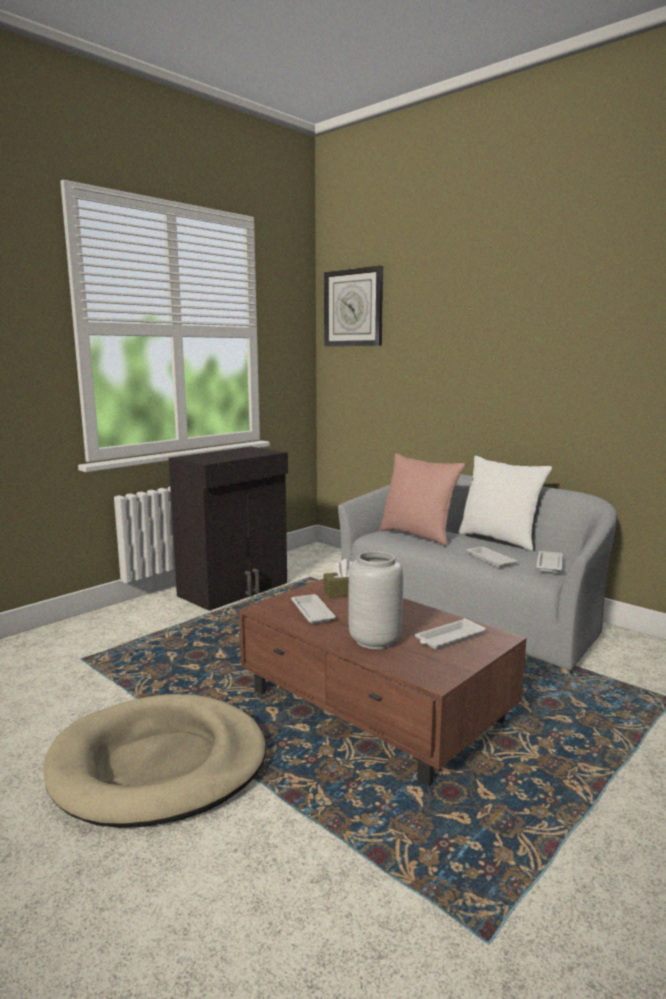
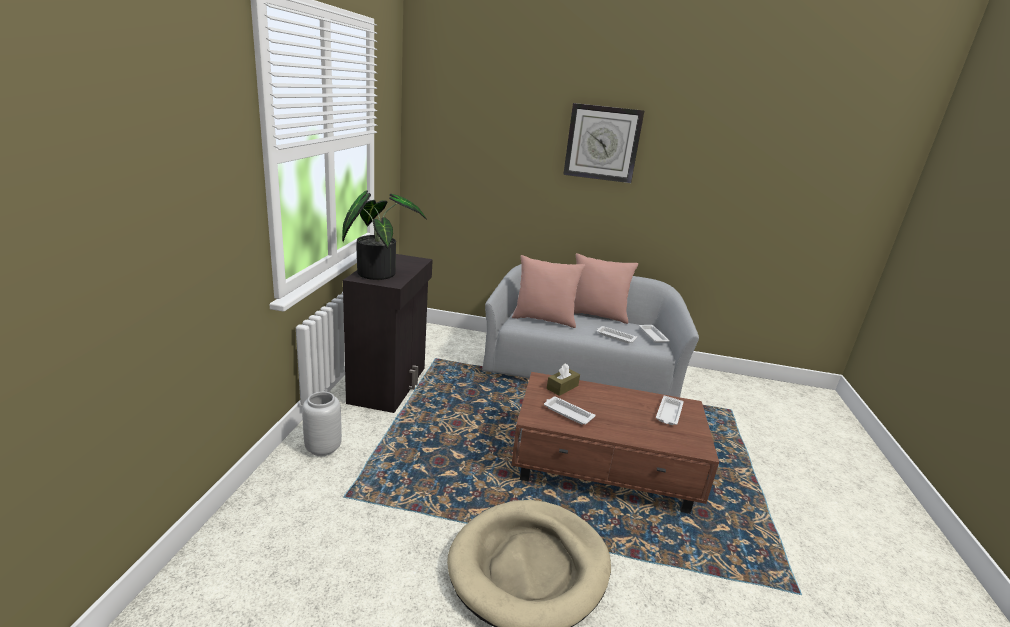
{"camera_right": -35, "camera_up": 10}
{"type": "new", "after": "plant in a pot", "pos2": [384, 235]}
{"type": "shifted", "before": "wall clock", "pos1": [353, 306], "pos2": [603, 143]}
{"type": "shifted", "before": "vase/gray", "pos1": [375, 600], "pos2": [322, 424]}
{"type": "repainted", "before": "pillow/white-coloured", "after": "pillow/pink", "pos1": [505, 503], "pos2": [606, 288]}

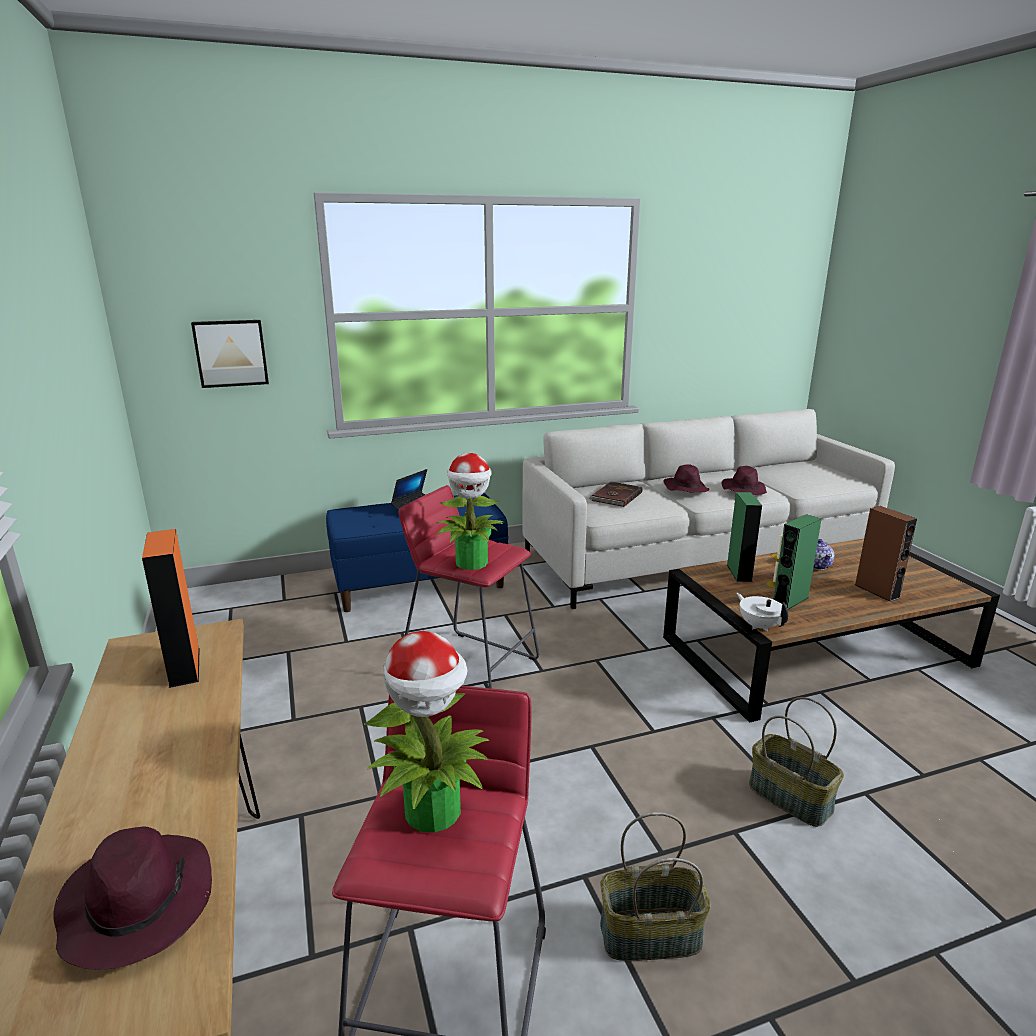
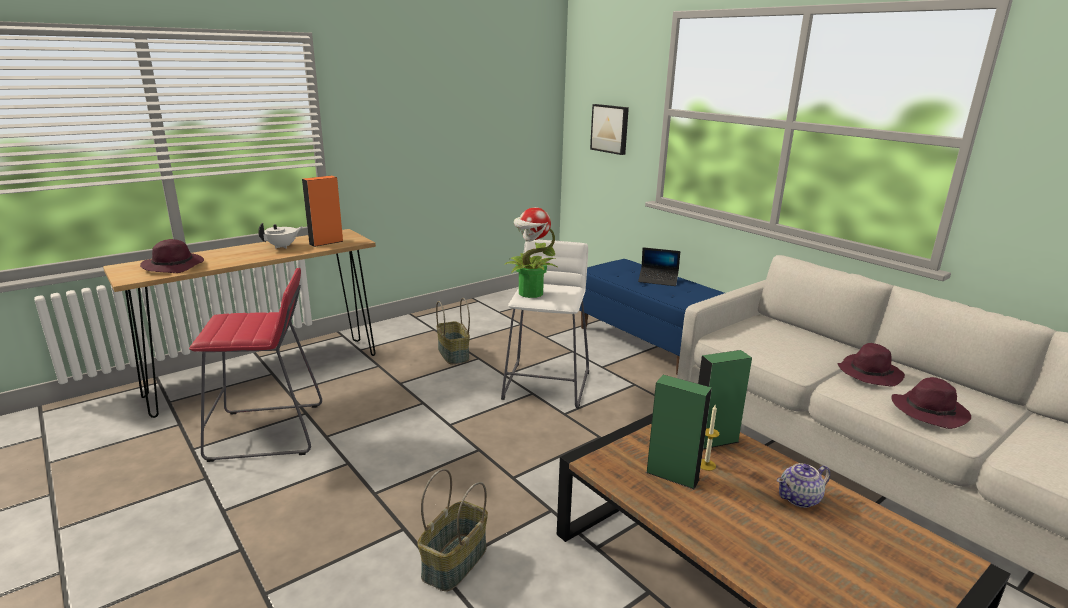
{"camera_right": 70, "camera_up": 0}
{"type": "gone", "before": "plant in a pot", "pos1": [426, 731]}
{"type": "gone", "before": "bound book/brownish", "pos1": [615, 494]}
{"type": "gone", "before": "audio speaker/brownish", "pos1": [886, 554]}
{"type": "shifted", "before": "storage basket", "pos1": [655, 886], "pos2": [453, 331]}
{"type": "shifted", "before": "pot for tea/white-coloured", "pos1": [762, 612], "pos2": [280, 236]}
{"type": "repainted", "before": "stool seat/red", "after": "stool seat/white-coloured", "pos1": [468, 587], "pos2": [545, 324]}

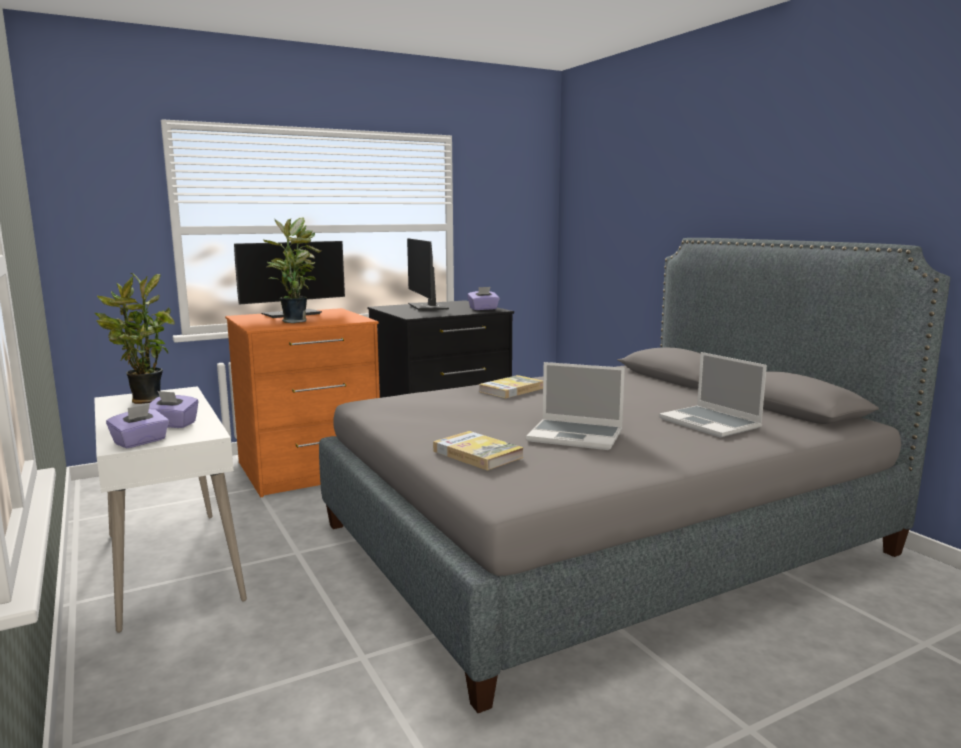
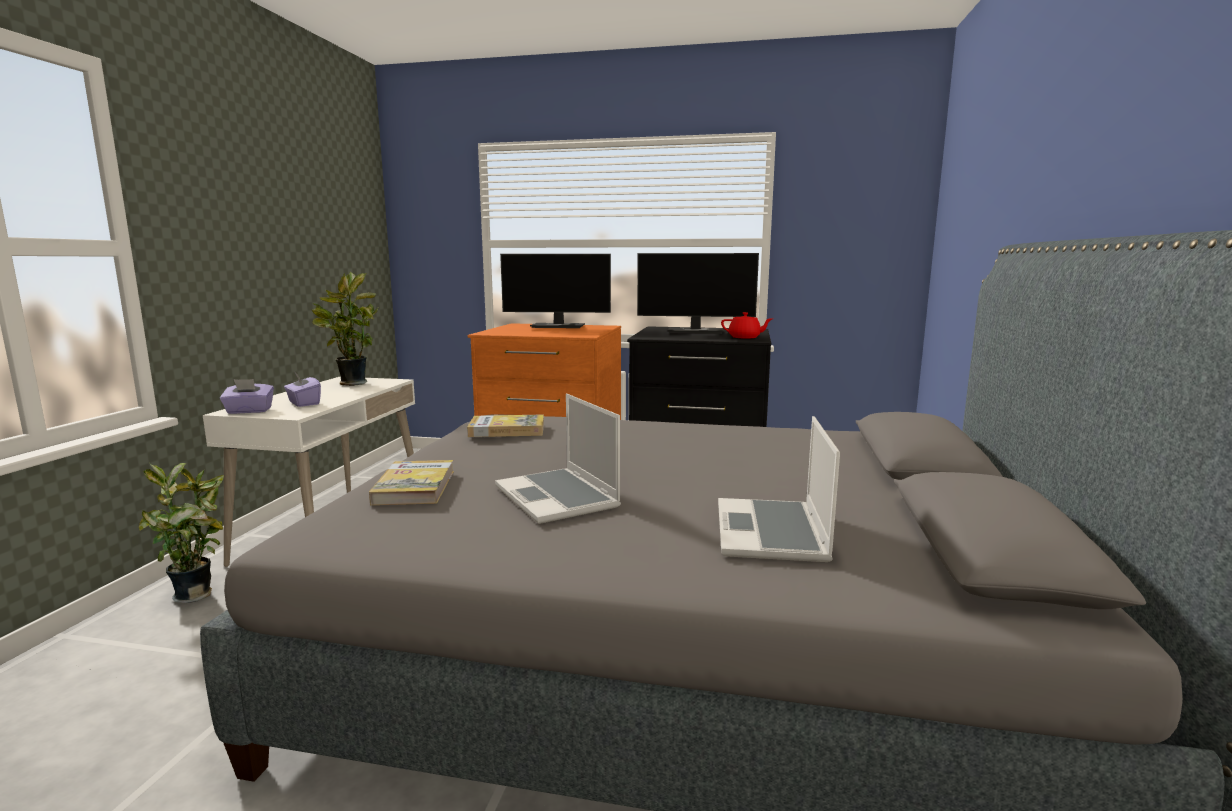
{"camera_right": 40, "camera_up": 0}
{"type": "shifted", "before": "plant in a pot", "pos1": [292, 270], "pos2": [181, 533]}
{"type": "shifted", "before": "bound book", "pos1": [511, 386], "pos2": [505, 425]}
{"type": "swapped", "before": "tissue box/purple-coloured", "after": "pot for tea/red", "pos1": [483, 298], "pos2": [746, 325]}
{"type": "rotated", "before": "computer display", "pos1": [428, 274], "pos2": [698, 293], "turn": -105}

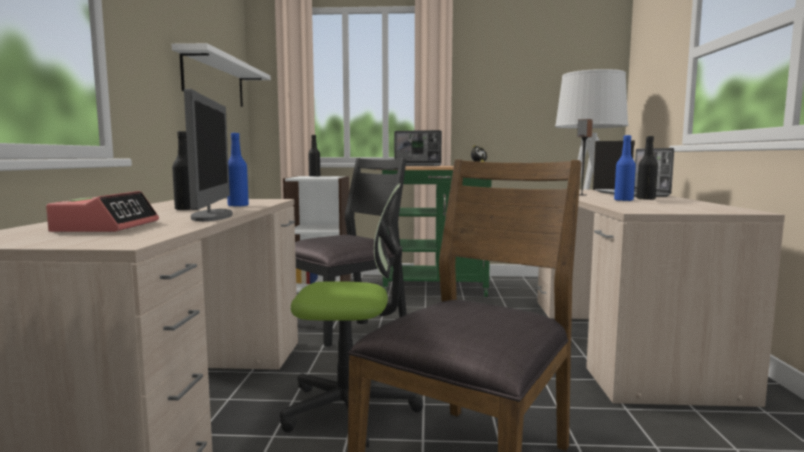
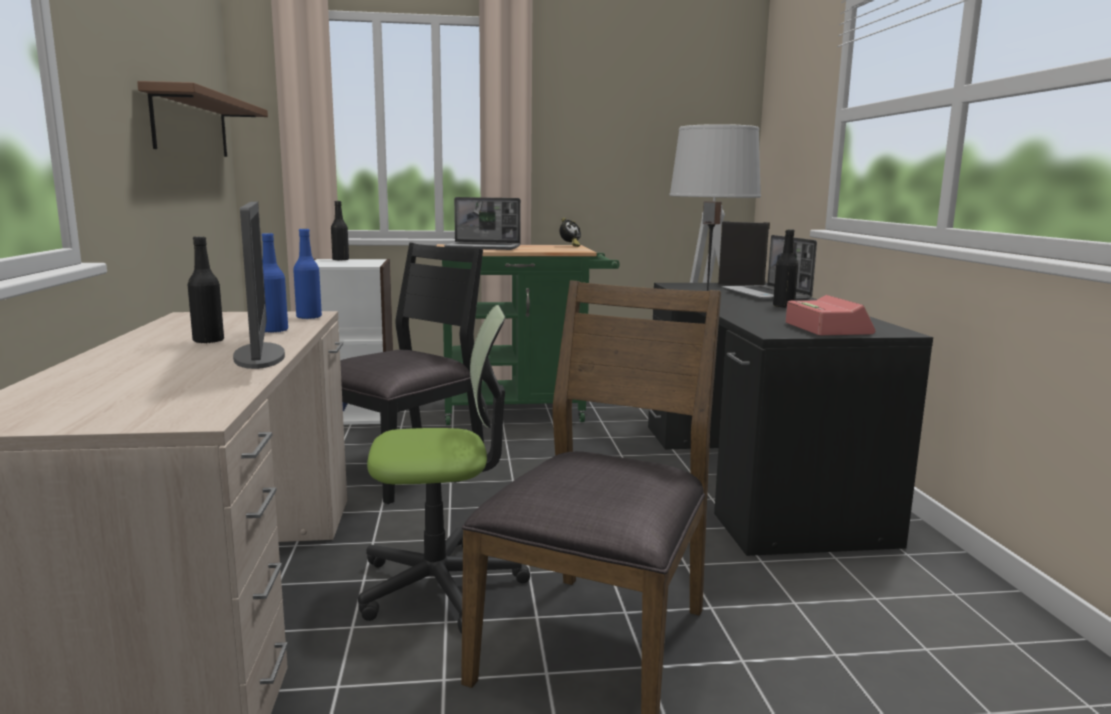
{"camera_right": -10, "camera_up": 5}
{"type": "shifted", "before": "bedside clock", "pos1": [102, 211], "pos2": [830, 315]}
{"type": "shifted", "before": "bottle/blue", "pos1": [625, 168], "pos2": [307, 274]}
{"type": "repainted", "before": "wall shelf/white-coloured", "after": "wall shelf/brownish", "pos1": [221, 75], "pos2": [202, 119]}
{"type": "repainted", "before": "desk unit/beige", "after": "desk unit/blackish", "pos1": [661, 298], "pos2": [790, 419]}

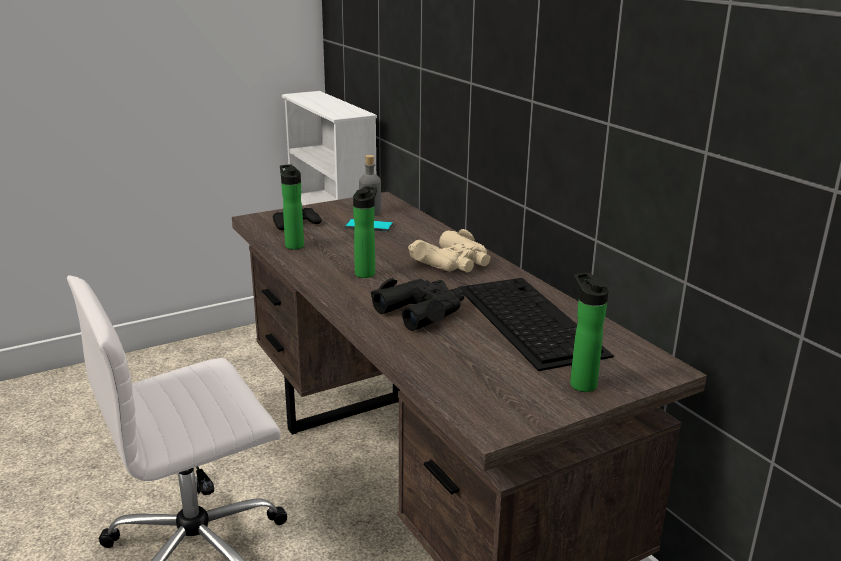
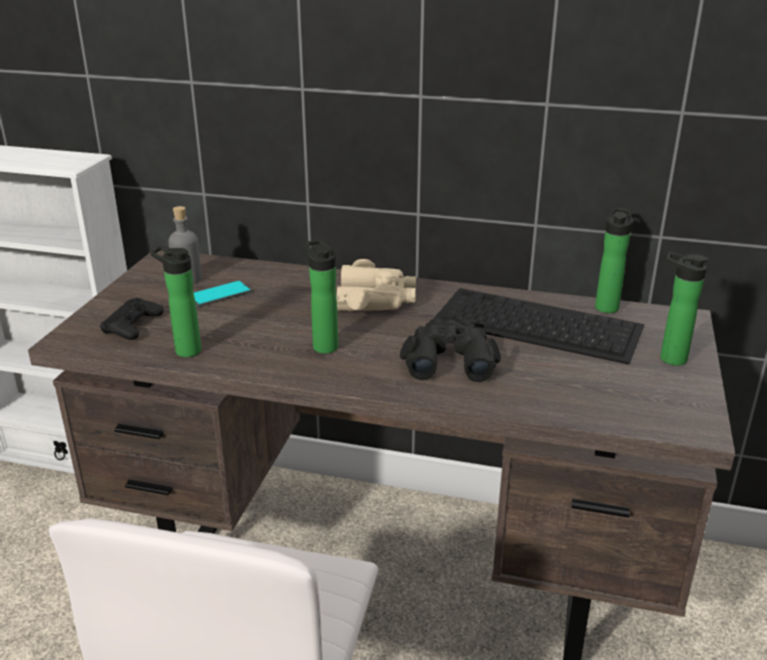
{"camera_right": -45, "camera_up": 5}
{"type": "new", "after": "bottle", "pos2": [613, 260]}

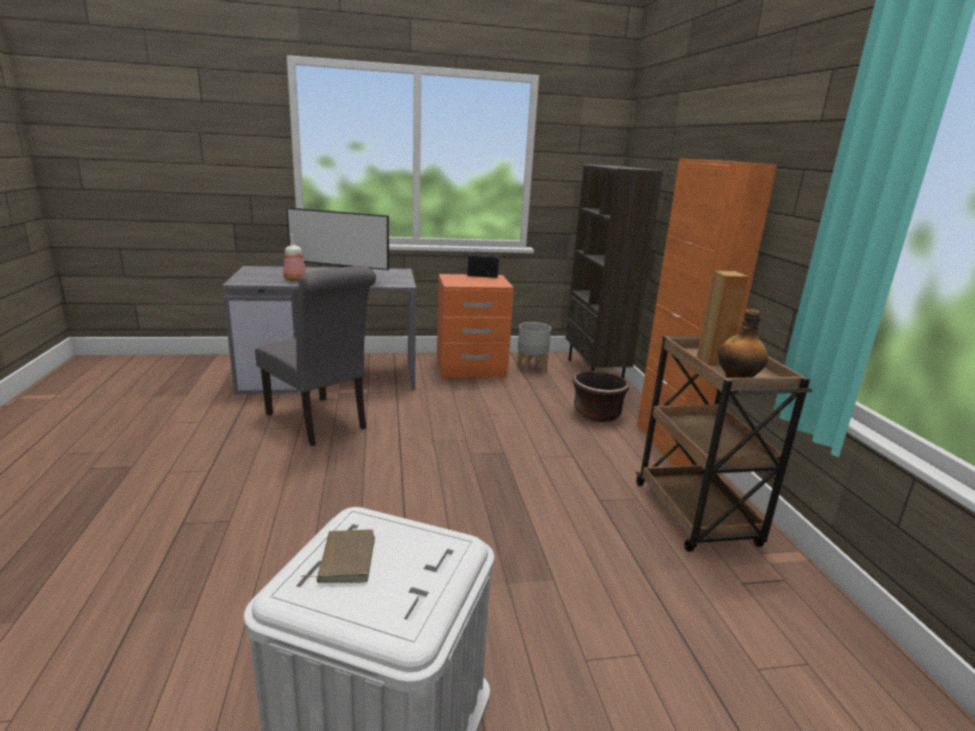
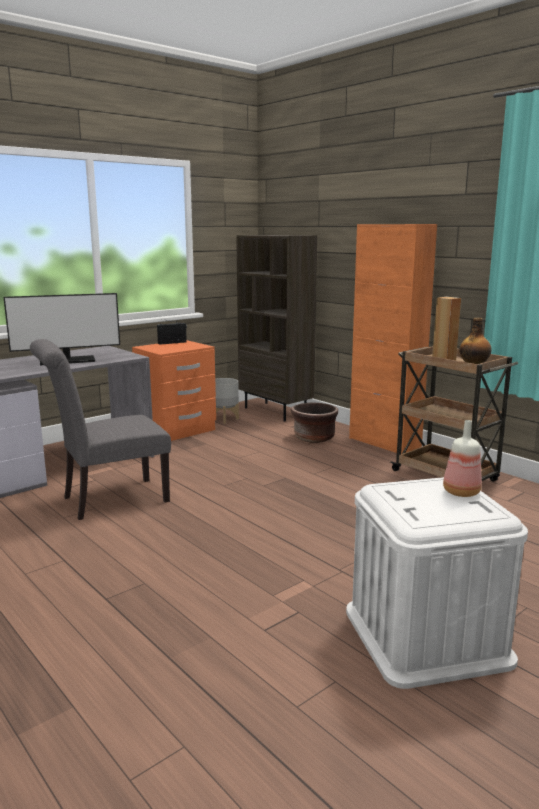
{"camera_right": -30, "camera_up": -5}
{"type": "gone", "before": "bound book/brownish", "pos1": [338, 556]}
{"type": "shifted", "before": "bottle", "pos1": [294, 257], "pos2": [462, 458]}
{"type": "rotated", "before": "plain chair/gray", "pos1": [315, 356], "pos2": [100, 429], "turn": 135}

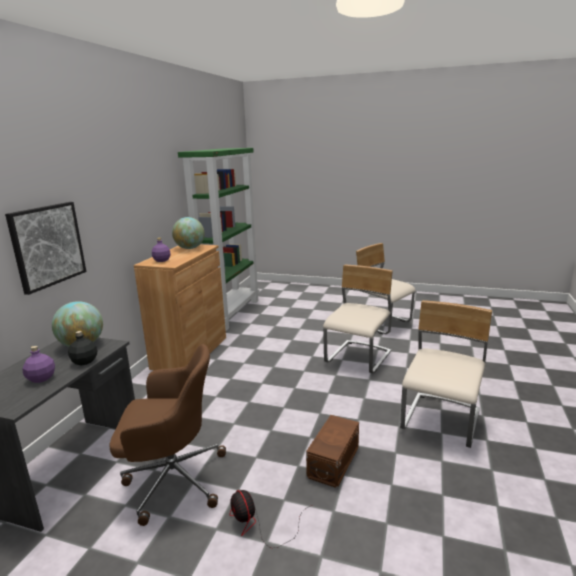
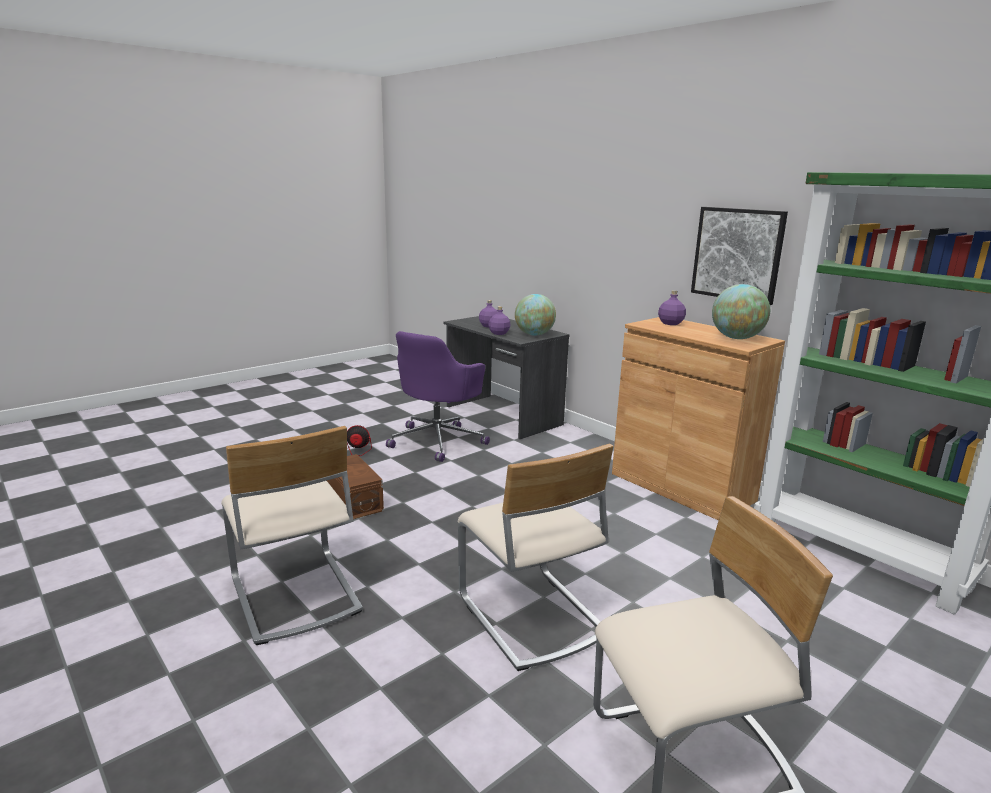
{"camera_right": 120, "camera_up": 0}
{"type": "shifted", "before": "picture", "pos1": [45, 248], "pos2": [739, 256]}
{"type": "repainted", "before": "bottle/blackish", "after": "bottle/purple-coloured", "pos1": [83, 348], "pos2": [499, 320]}
{"type": "repainted", "before": "desk chair/brownish", "after": "desk chair/purple-coloured", "pos1": [167, 435], "pos2": [438, 396]}

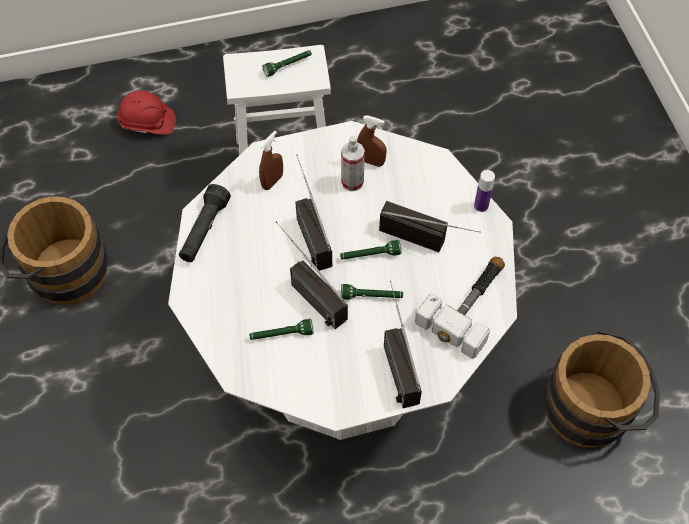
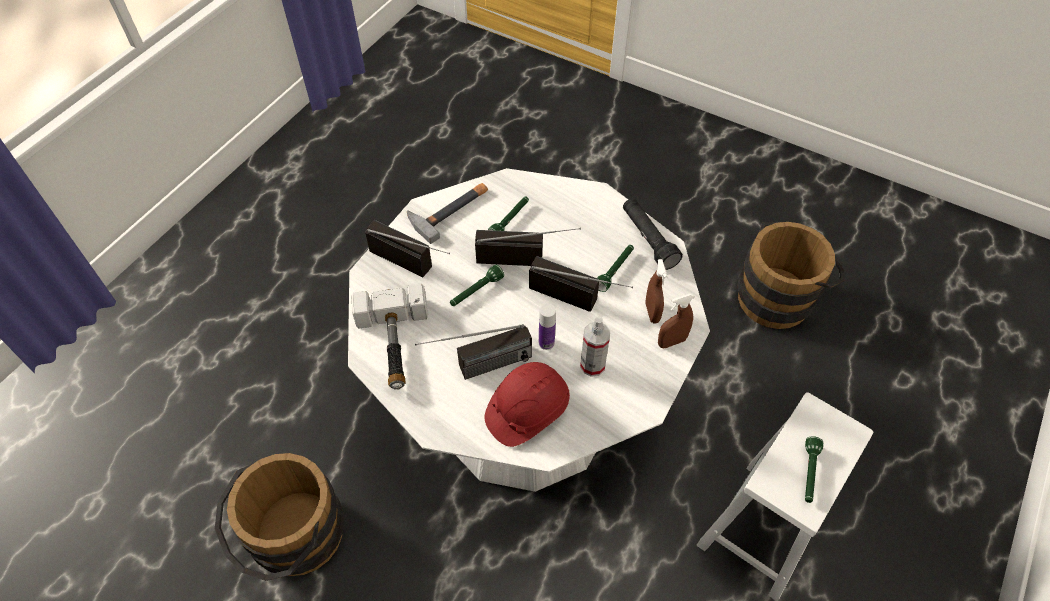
{"camera_right": 135, "camera_up": -5}
{"type": "new", "after": "tool hammer", "pos2": [447, 213]}
{"type": "shifted", "before": "hard hat/red", "pos1": [146, 113], "pos2": [527, 404]}
{"type": "shifted", "before": "torch/green-coloured", "pos1": [370, 250], "pos2": [615, 268]}
{"type": "shifted", "before": "spray bottle/brownish", "pos1": [372, 141], "pos2": [676, 320]}
{"type": "shifted", "before": "bottle", "pos1": [484, 191], "pos2": [547, 327]}

